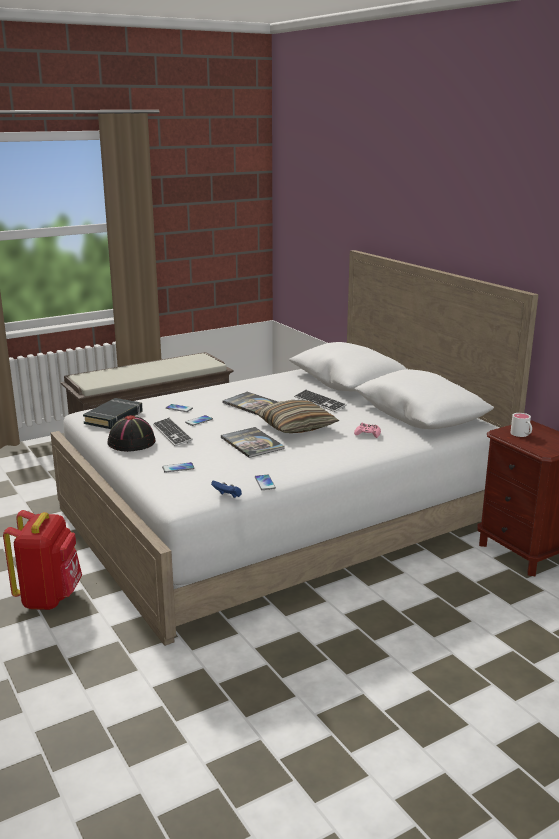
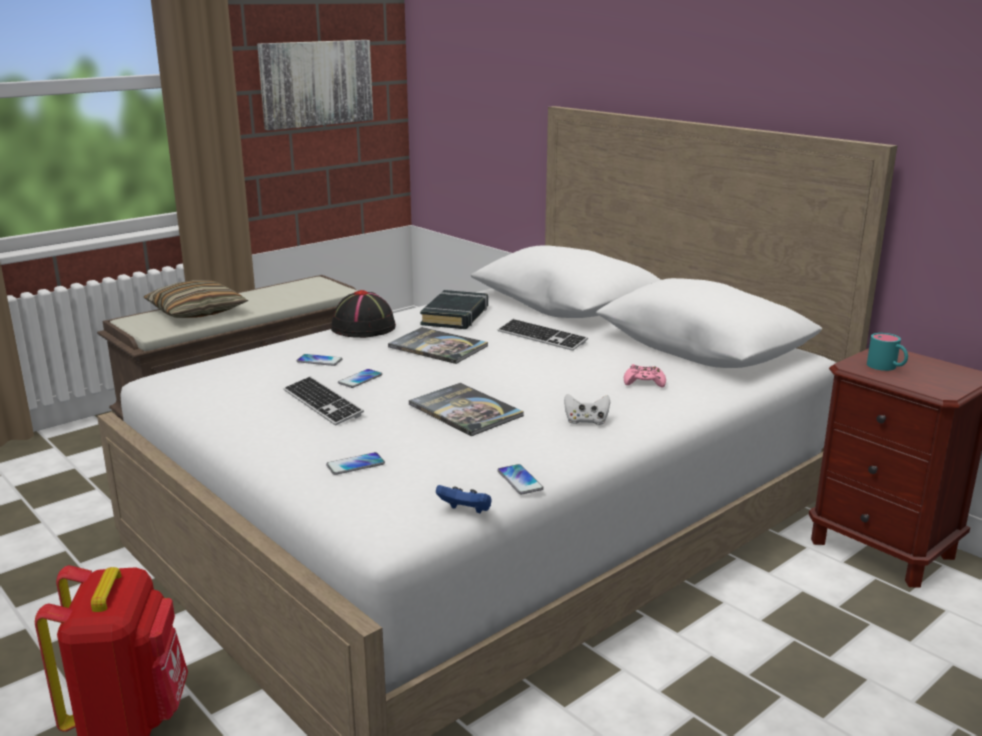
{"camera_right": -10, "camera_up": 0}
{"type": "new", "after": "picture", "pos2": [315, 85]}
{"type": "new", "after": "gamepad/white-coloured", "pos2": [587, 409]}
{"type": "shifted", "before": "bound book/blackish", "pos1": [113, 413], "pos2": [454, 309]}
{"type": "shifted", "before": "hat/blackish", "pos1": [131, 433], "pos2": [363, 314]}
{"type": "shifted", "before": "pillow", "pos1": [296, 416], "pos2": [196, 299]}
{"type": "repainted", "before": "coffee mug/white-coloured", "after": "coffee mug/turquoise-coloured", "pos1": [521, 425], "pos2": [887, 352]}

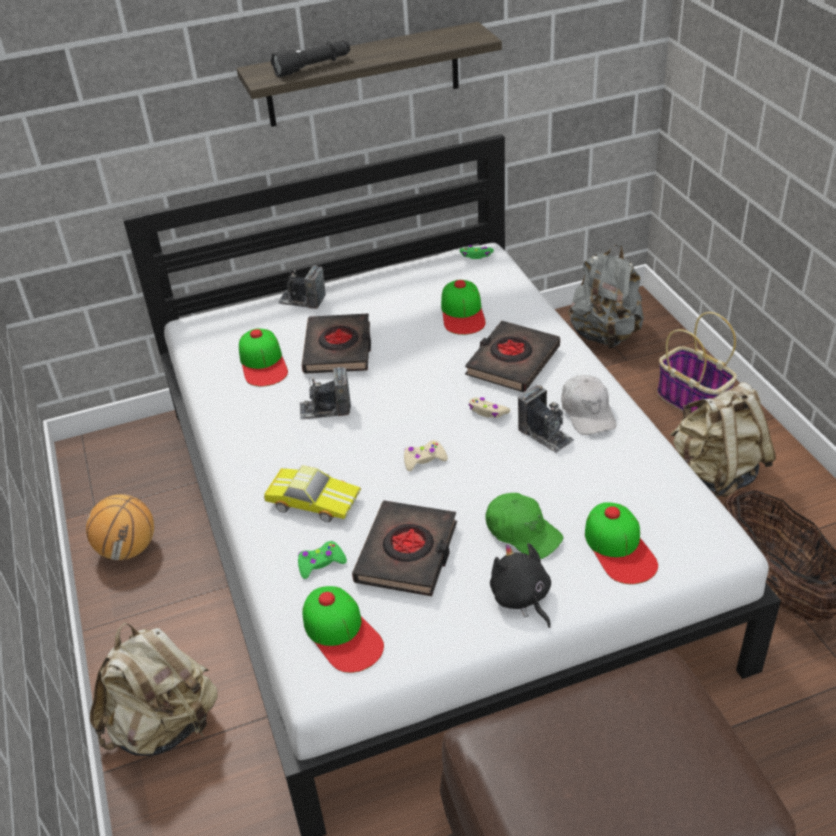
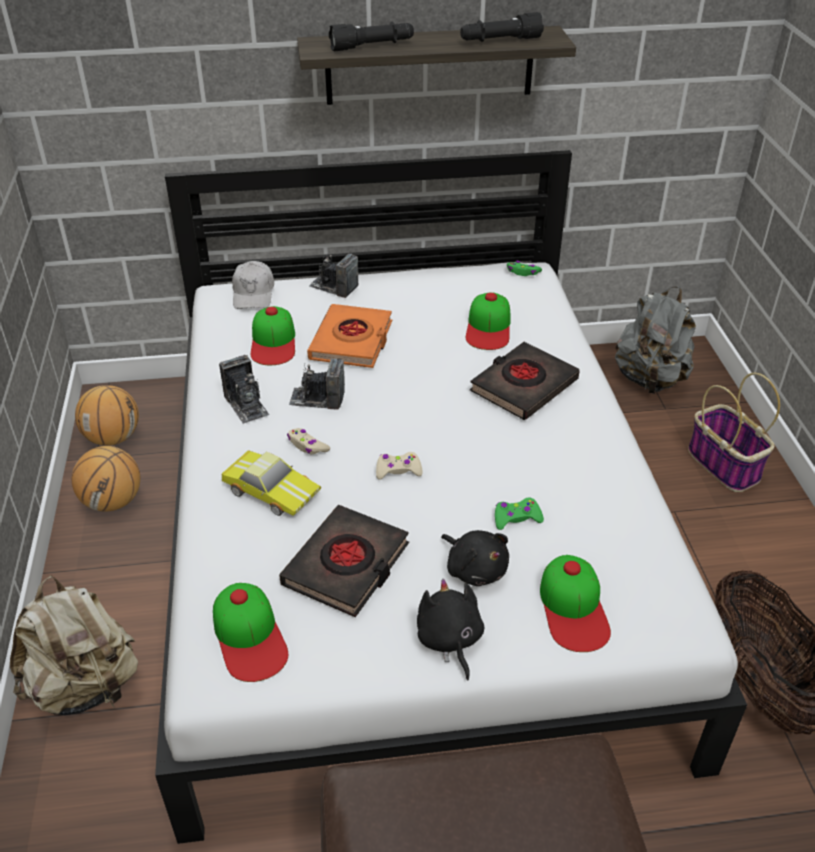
{"camera_right": 10, "camera_up": 0}
{"type": "gone", "before": "knapsack/beige", "pos1": [723, 439]}
{"type": "new", "after": "basketball", "pos2": [107, 415]}
{"type": "new", "after": "torch/blackish", "pos2": [502, 27]}
{"type": "shifted", "before": "gamepad/green-coloured", "pos1": [322, 560], "pos2": [519, 514]}
{"type": "shifted", "before": "gamepad/beige", "pos1": [489, 407], "pos2": [308, 441]}
{"type": "shifted", "before": "still camera", "pos1": [546, 419], "pos2": [244, 389]}
{"type": "shifted", "before": "baseball cap/white-coloured", "pos1": [589, 405], "pos2": [253, 285]}
{"type": "swapped", "before": "baseball cap/green-coloured", "after": "soft toy/blackish", "pos1": [524, 526], "pos2": [475, 558]}
{"type": "repainted", "before": "bound book/blackish", "after": "bound book/orangey", "pos1": [336, 343], "pos2": [349, 336]}

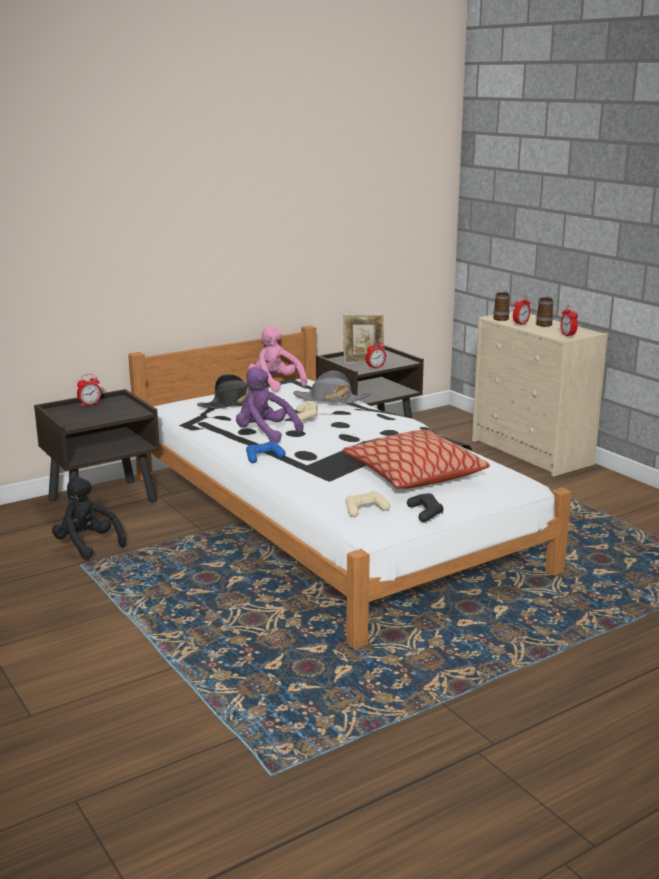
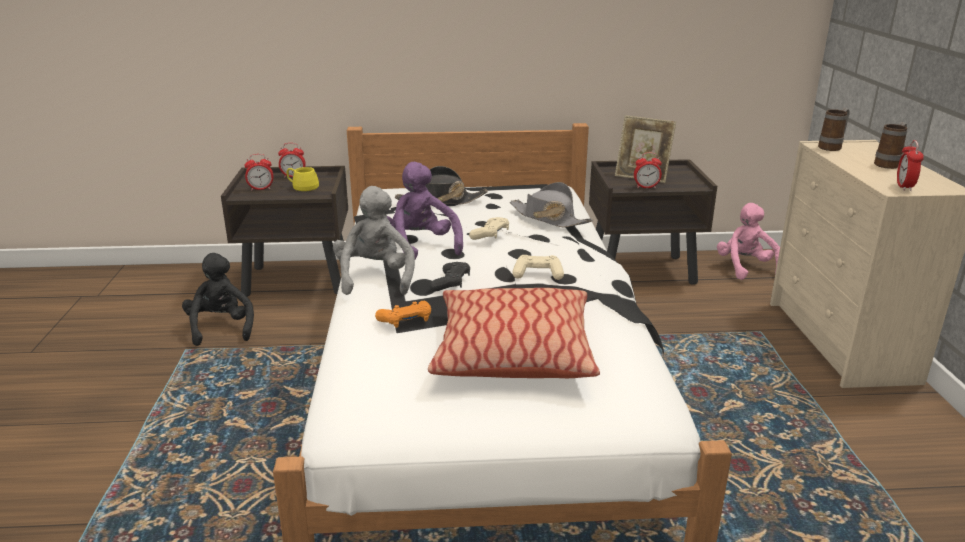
{"camera_right": 30, "camera_up": 5}
{"type": "new", "after": "coffee mug/yellow", "pos2": [303, 179]}
{"type": "new", "after": "gamepad/orangey", "pos2": [403, 314]}
{"type": "shifted", "before": "soft toy/pink", "pos1": [277, 359], "pos2": [748, 241]}
{"type": "shifted", "before": "gamepad/beige", "pos1": [368, 504], "pos2": [538, 267]}
{"type": "shifted", "before": "gamepad/blackish", "pos1": [425, 507], "pos2": [450, 277]}
{"type": "shifted", "before": "bedside clock", "pos1": [522, 310], "pos2": [258, 172]}
{"type": "swapped", "before": "gamepad/blue", "after": "soft toy/gray", "pos1": [266, 452], "pos2": [374, 240]}

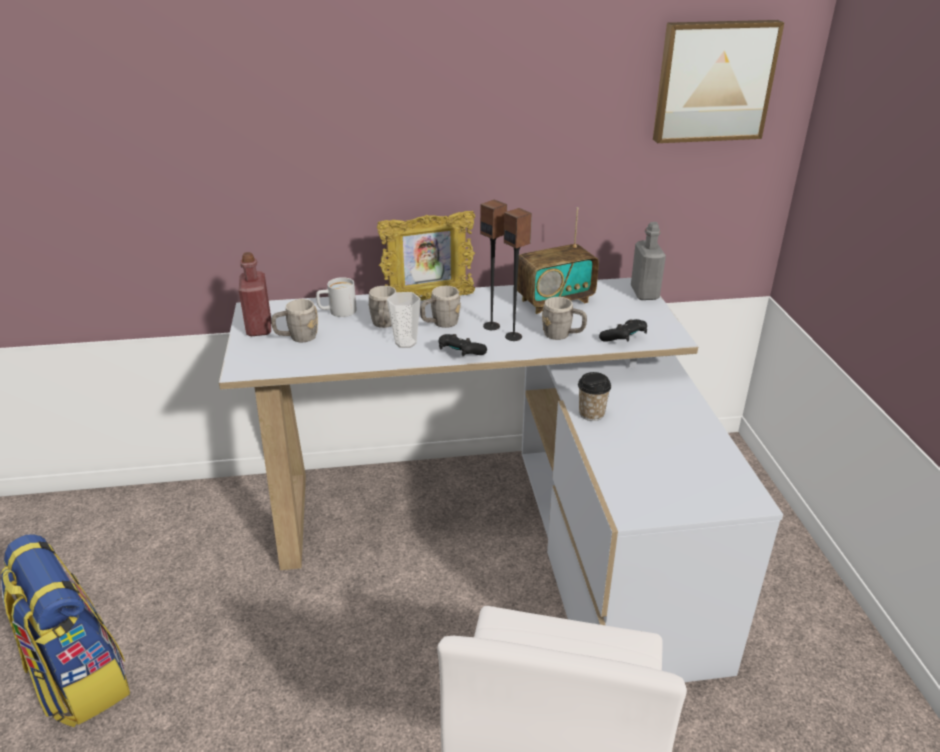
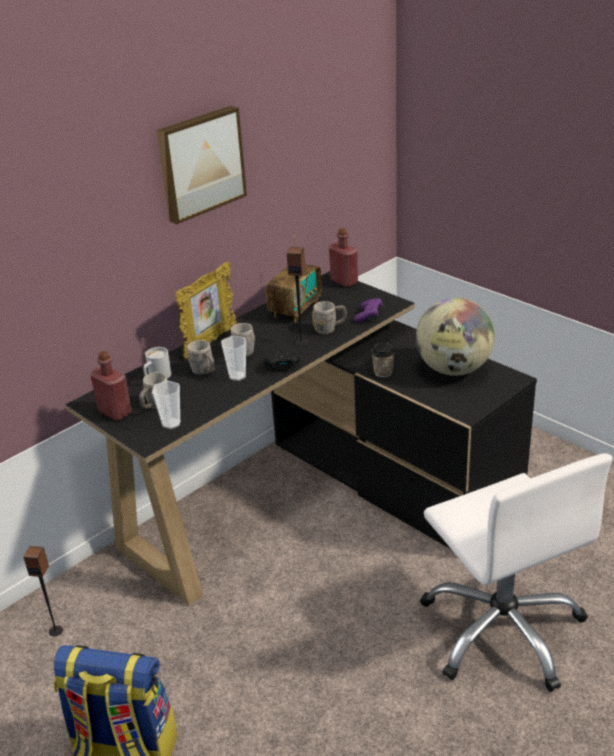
{"camera_right": -35, "camera_up": 0}
{"type": "new", "after": "cup", "pos2": [166, 405]}
{"type": "new", "after": "world globe", "pos2": [455, 337]}
{"type": "shifted", "before": "audio speaker", "pos1": [493, 265], "pos2": [43, 591]}
{"type": "shifted", "before": "picture", "pos1": [718, 81], "pos2": [202, 165]}
{"type": "repainted", "before": "desk unit/white-coloured", "after": "desk unit/blackish", "pos1": [501, 480], "pos2": [301, 438]}
{"type": "repainted", "before": "gamepad/blackish", "after": "gamepad/purple-coloured", "pos1": [623, 330], "pos2": [368, 310]}
{"type": "repainted", "before": "bottle/gray", "after": "bottle/red", "pos1": [648, 261], "pos2": [343, 257]}

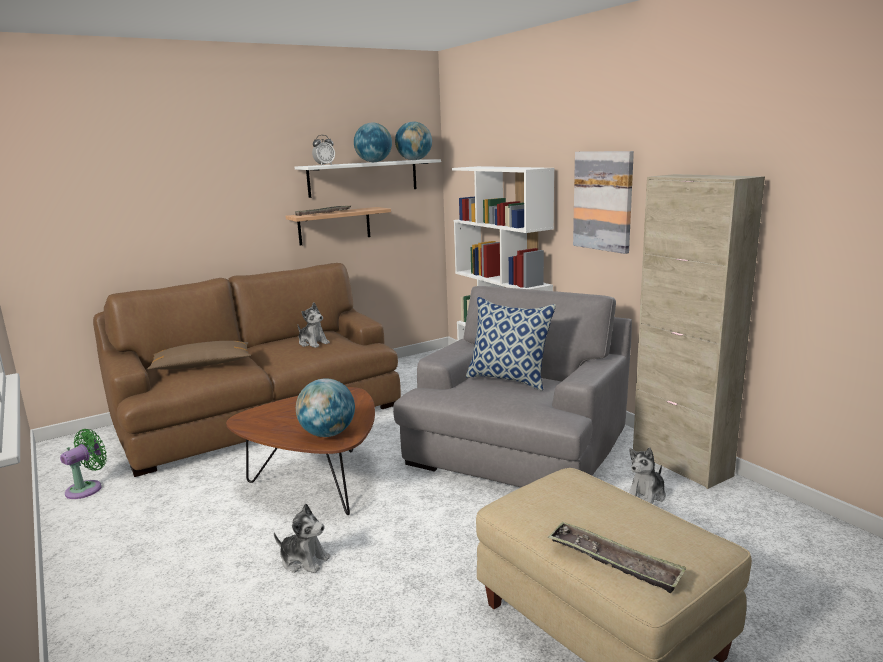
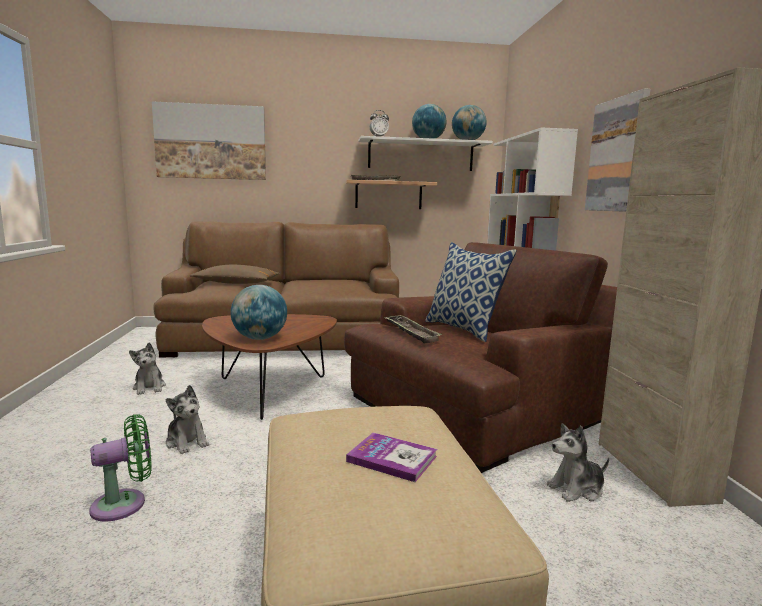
{"camera_right": 25, "camera_up": -5}
{"type": "new", "after": "picture", "pos2": [209, 140]}
{"type": "new", "after": "bound book", "pos2": [391, 457]}
{"type": "shifted", "before": "fan/green-coloured", "pos1": [83, 464], "pos2": [120, 468]}
{"type": "shifted", "before": "soft toy", "pos1": [314, 325], "pos2": [147, 369]}
{"type": "shifted", "before": "carrying tray", "pos1": [617, 557], "pos2": [413, 329]}
{"type": "repainted", "before": "easy chair/gray", "after": "easy chair/brownish", "pos1": [512, 386], "pos2": [480, 357]}

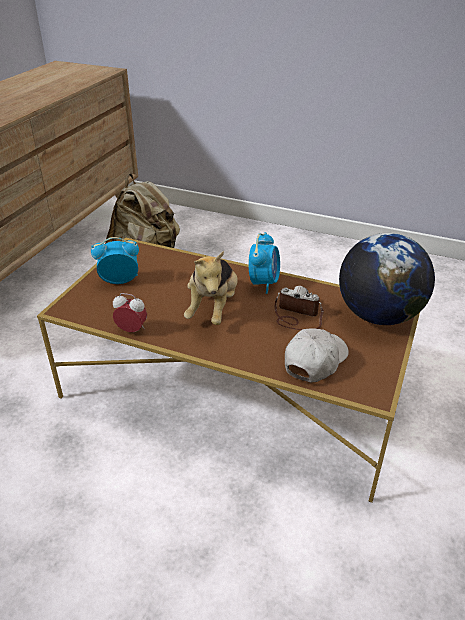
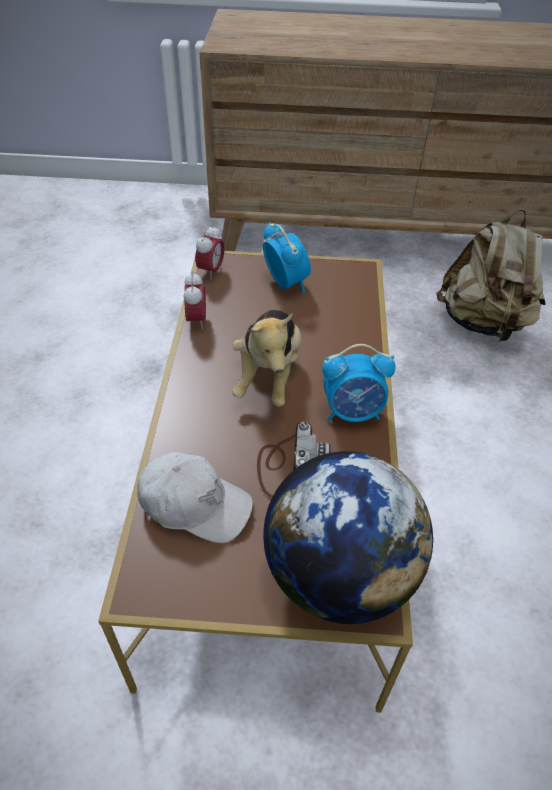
{"camera_right": 70, "camera_up": 10}
{"type": "new", "after": "bedside clock", "pos2": [210, 252]}
{"type": "rotated", "before": "soft toy", "pos1": [211, 288], "pos2": [266, 358], "turn": -75}

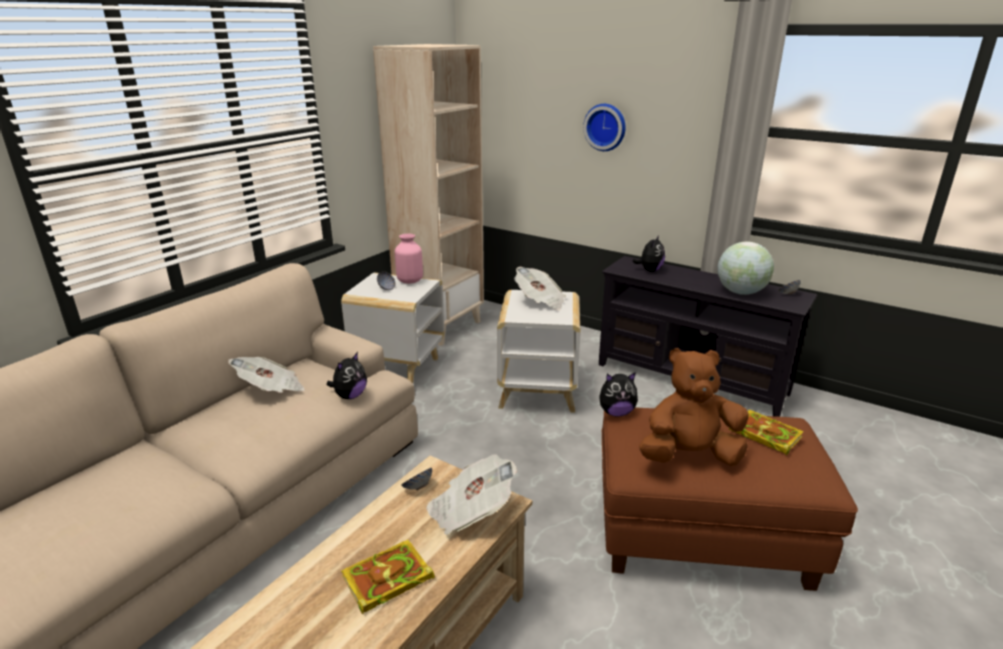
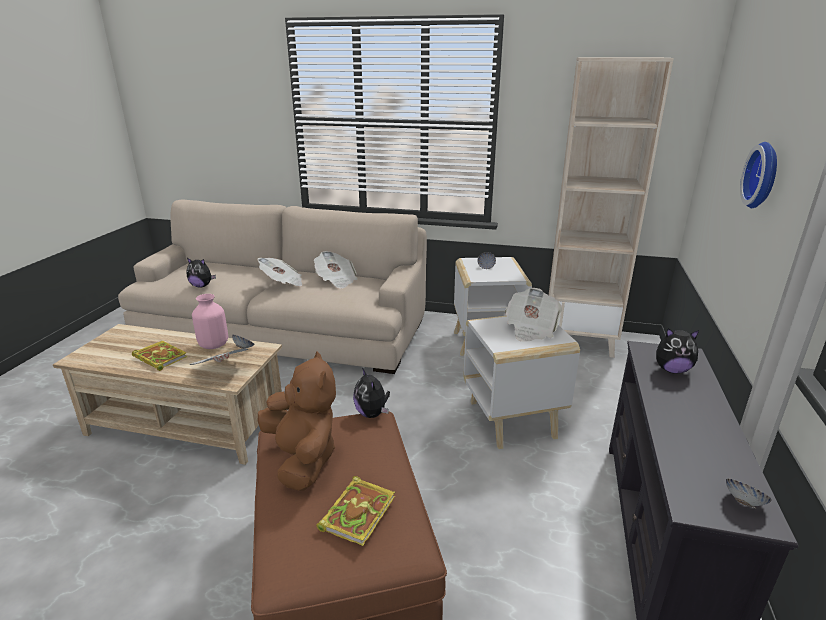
{"camera_right": 70, "camera_up": 0}
{"type": "gone", "before": "world globe", "pos1": [745, 268]}
{"type": "new", "after": "newspaper", "pos2": [279, 272]}
{"type": "shifted", "before": "soft toy", "pos1": [347, 375], "pos2": [201, 273]}
{"type": "shifted", "before": "vase/pink", "pos1": [409, 259], "pos2": [210, 321]}

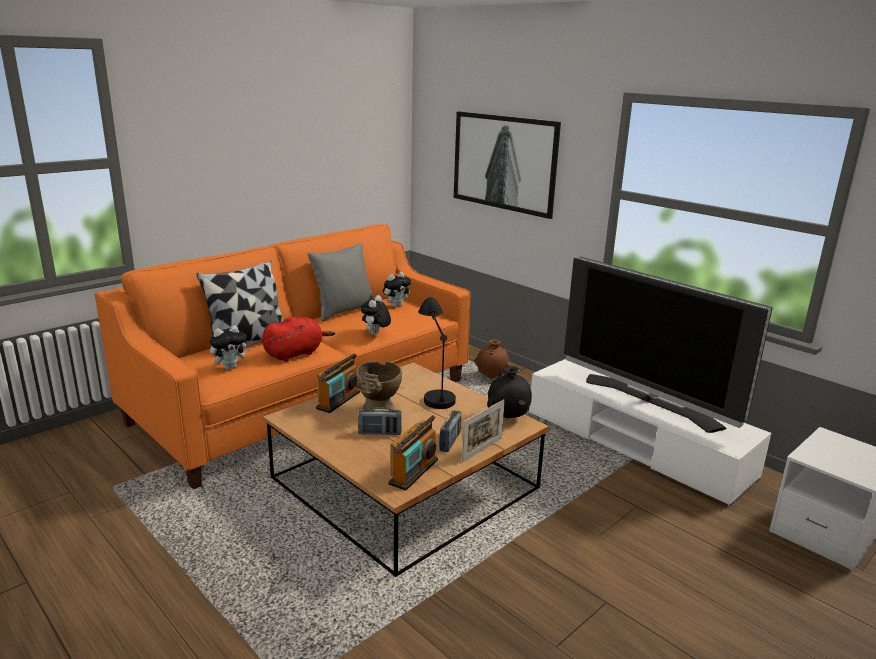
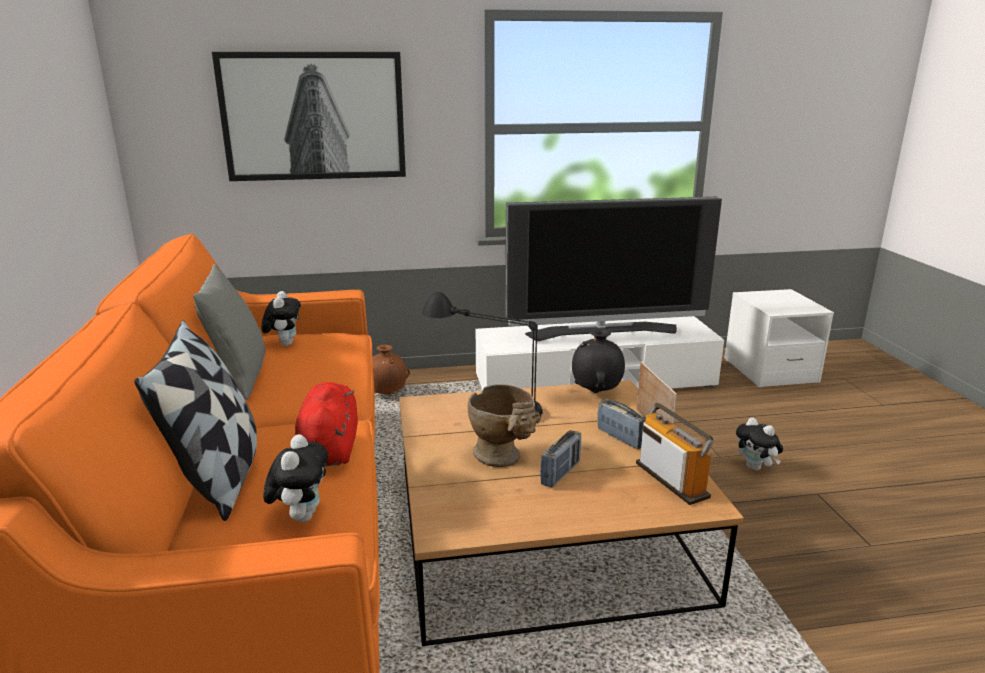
{"camera_right": -55, "camera_up": 0}
{"type": "gone", "before": "radio", "pos1": [338, 383]}
{"type": "shifted", "before": "soft toy", "pos1": [376, 315], "pos2": [759, 444]}

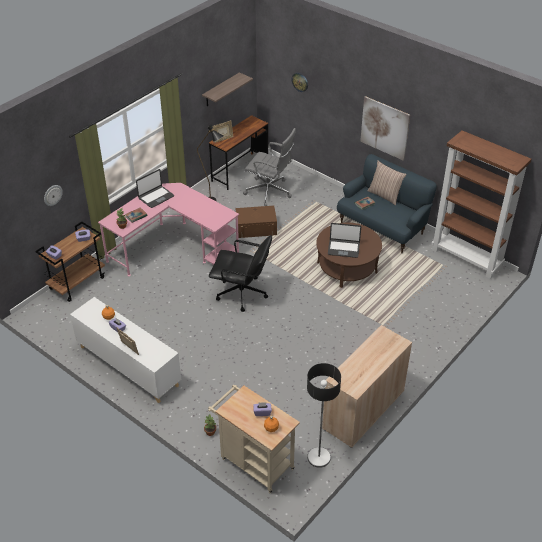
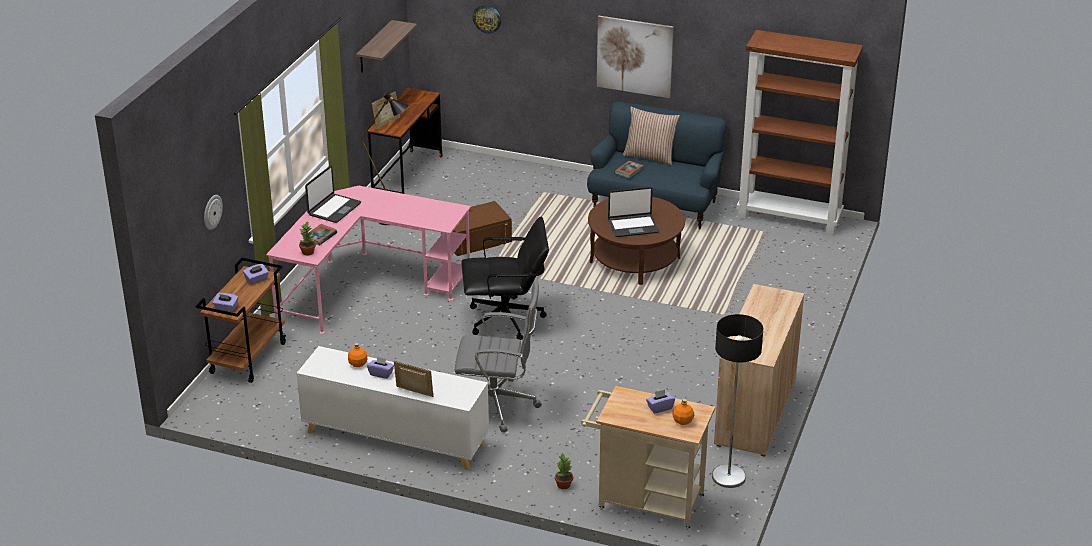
{"camera_right": -20, "camera_up": -10}
{"type": "shifted", "before": "desk chair/gray", "pos1": [269, 167], "pos2": [498, 355]}

